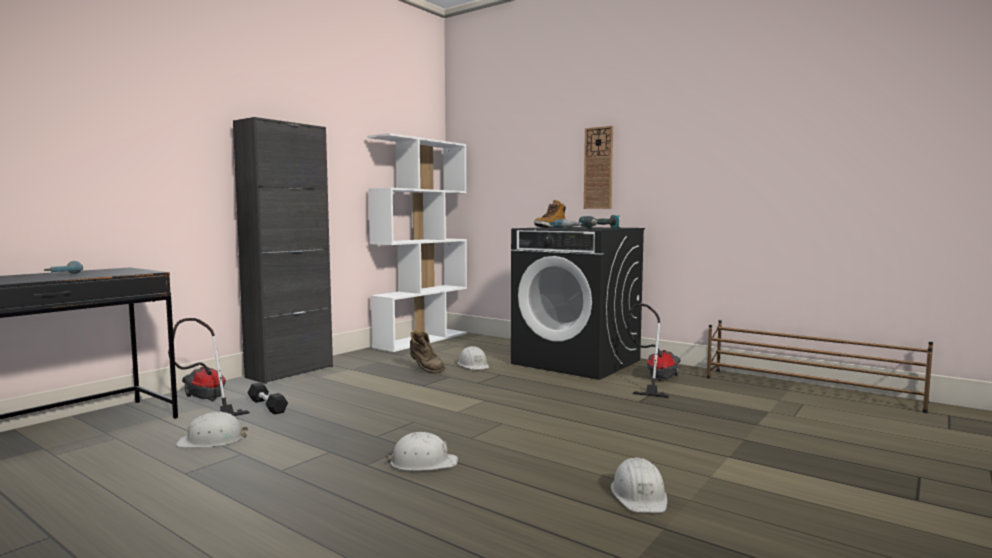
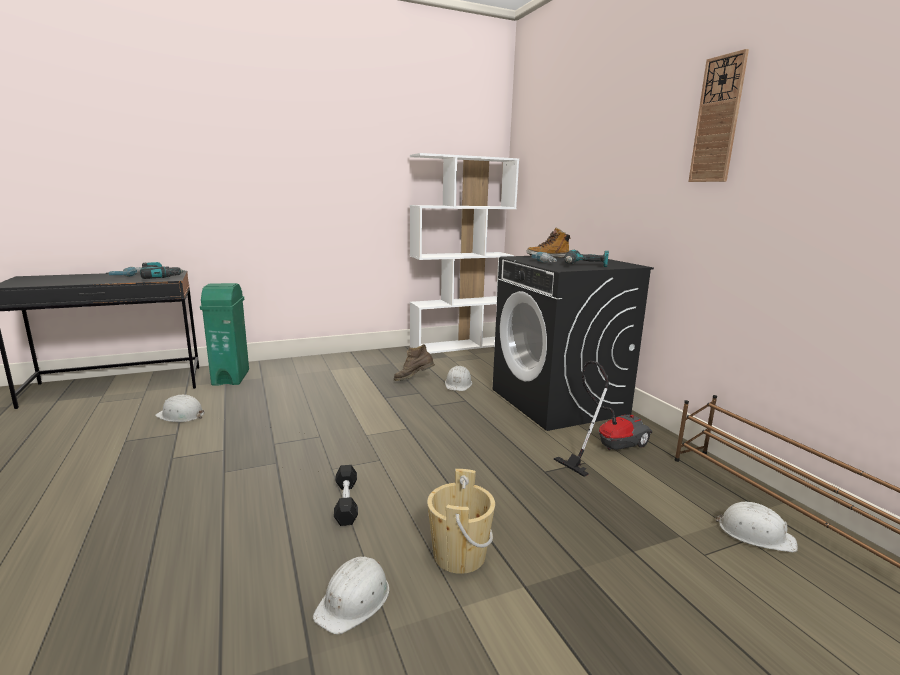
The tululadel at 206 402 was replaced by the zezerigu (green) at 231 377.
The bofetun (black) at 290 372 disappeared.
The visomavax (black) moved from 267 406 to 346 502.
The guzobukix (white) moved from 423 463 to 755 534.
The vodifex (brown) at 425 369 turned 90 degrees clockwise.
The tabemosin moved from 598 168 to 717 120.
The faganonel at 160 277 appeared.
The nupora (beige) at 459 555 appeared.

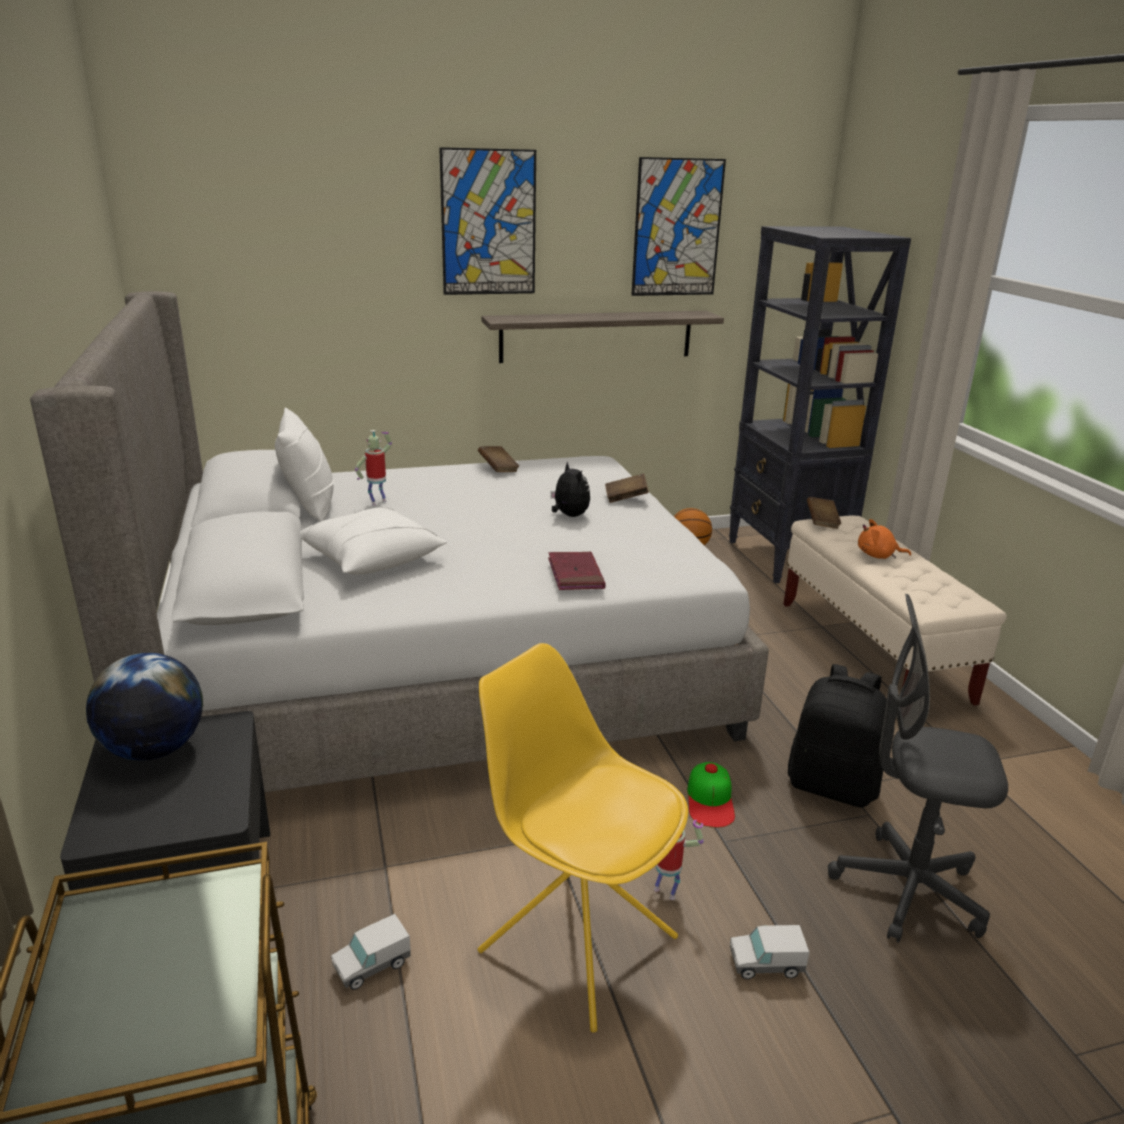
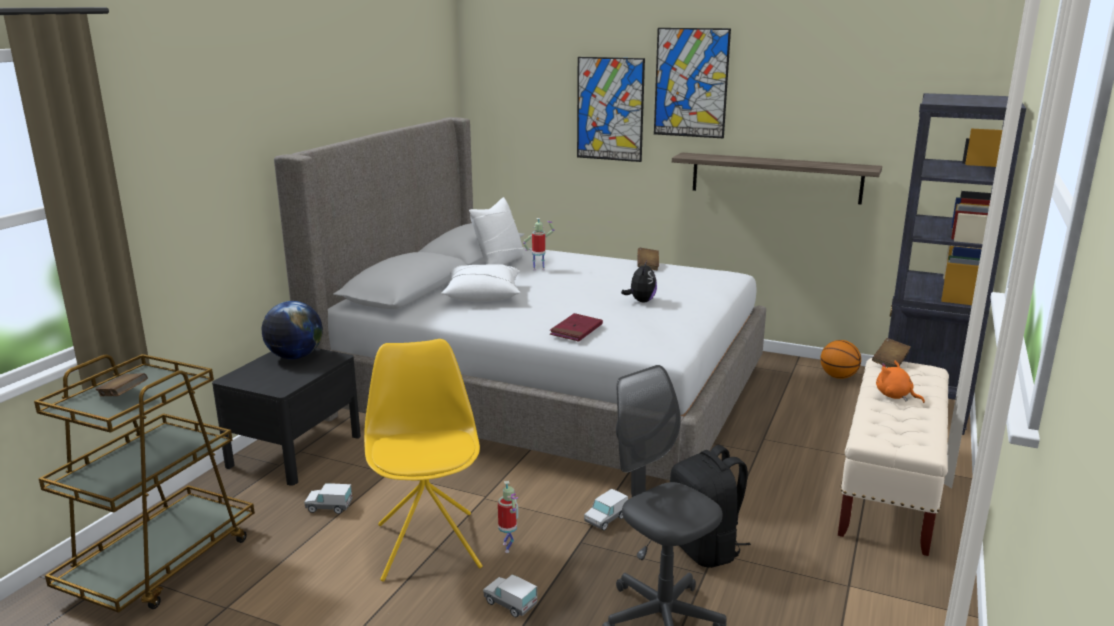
The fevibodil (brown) moved from 626 498 to 123 396.
The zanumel moved from 677 228 to 610 109.
The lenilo at 710 800 was replaced by the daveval at 606 519.

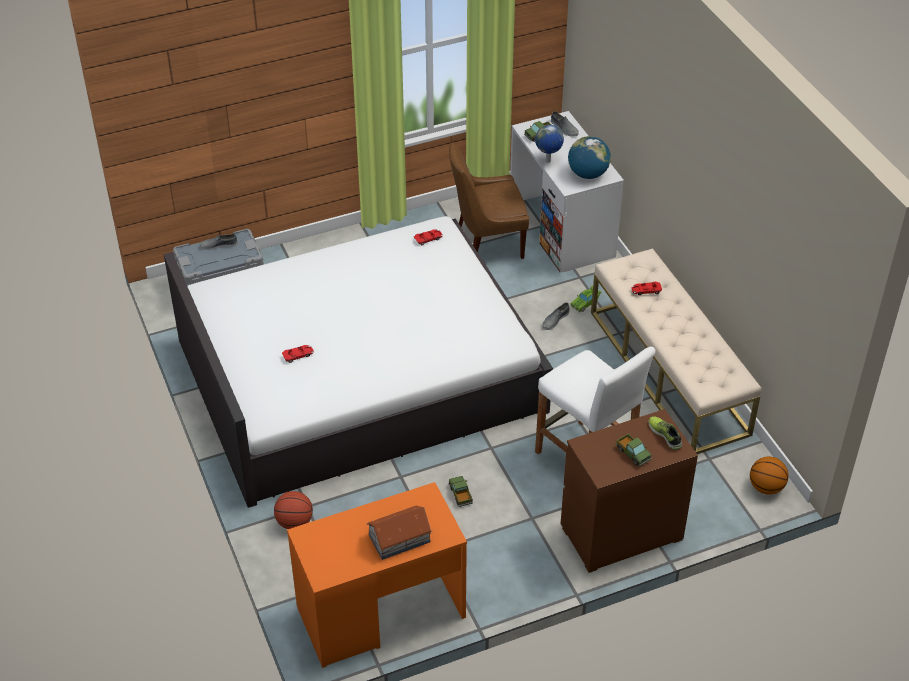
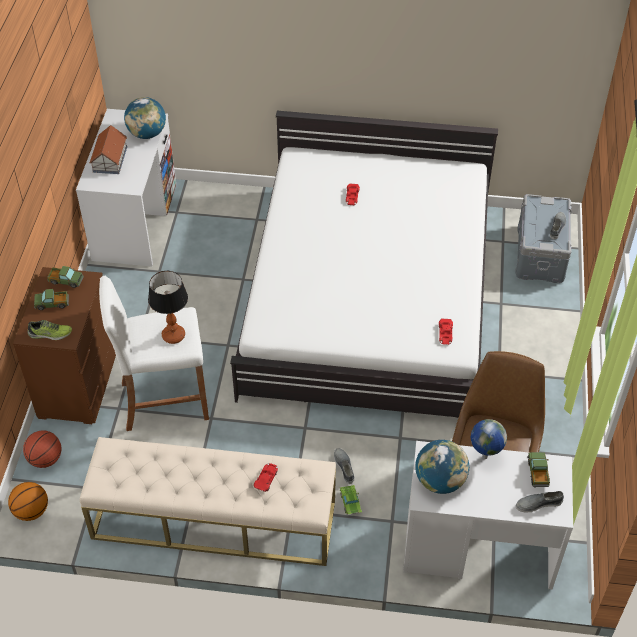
The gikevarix moved from 294 522 to 45 459.
The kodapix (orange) at 381 612 became the kodapix (white) at 135 221.
The daveval moved from 460 495 to 66 281.
The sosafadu at 147 134 appeared.
The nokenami at 173 336 appeared.

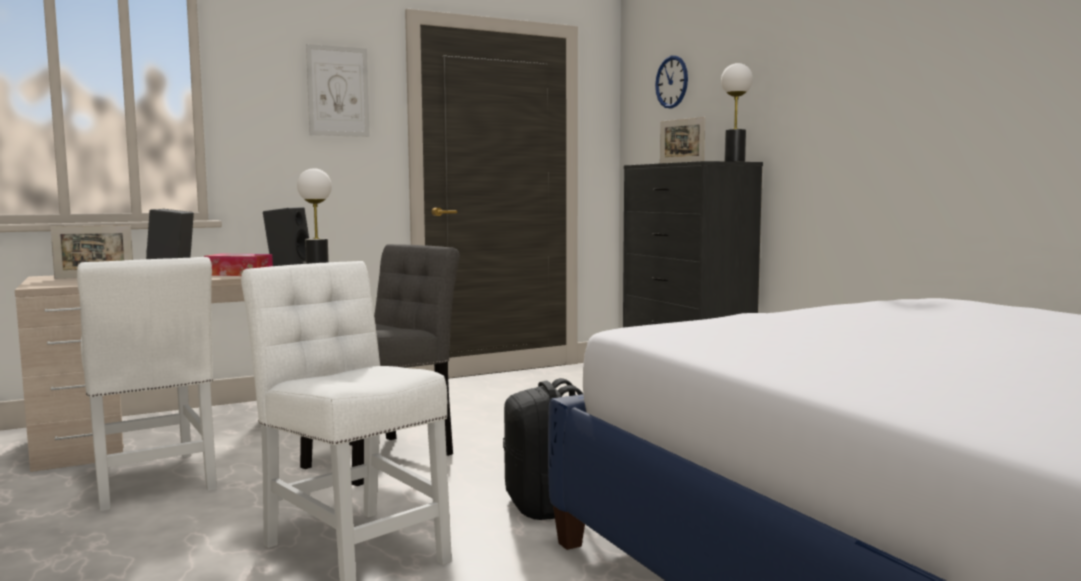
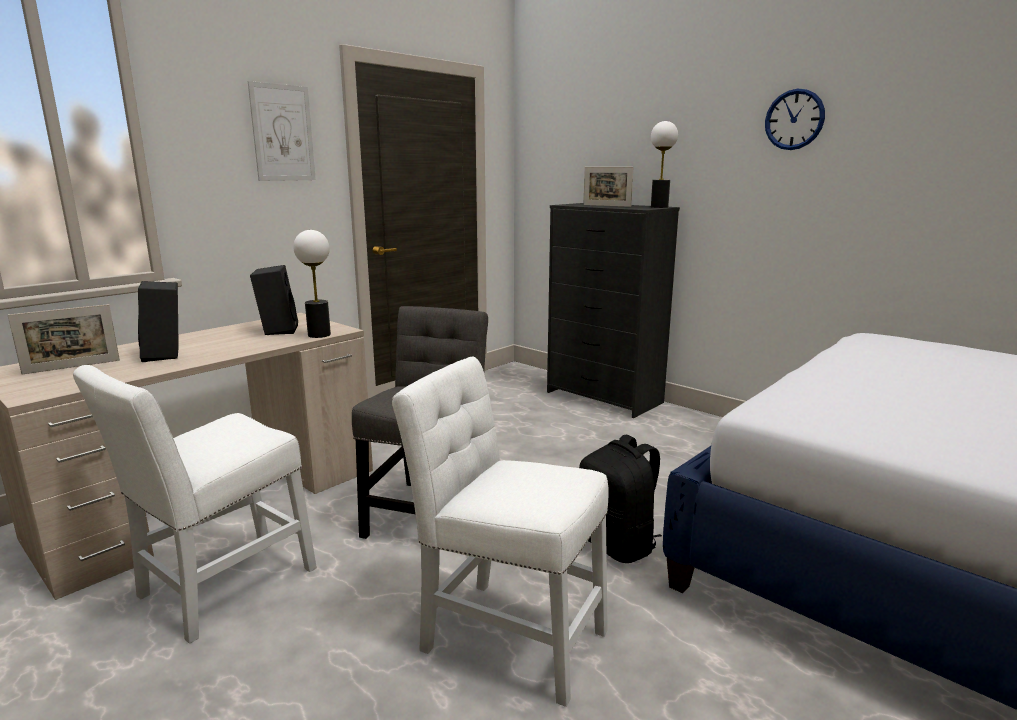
The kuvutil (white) at 153 482 turned 90 degrees clockwise.
The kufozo at 239 274 disappeared.
The tabemosin moved from 672 82 to 794 119.

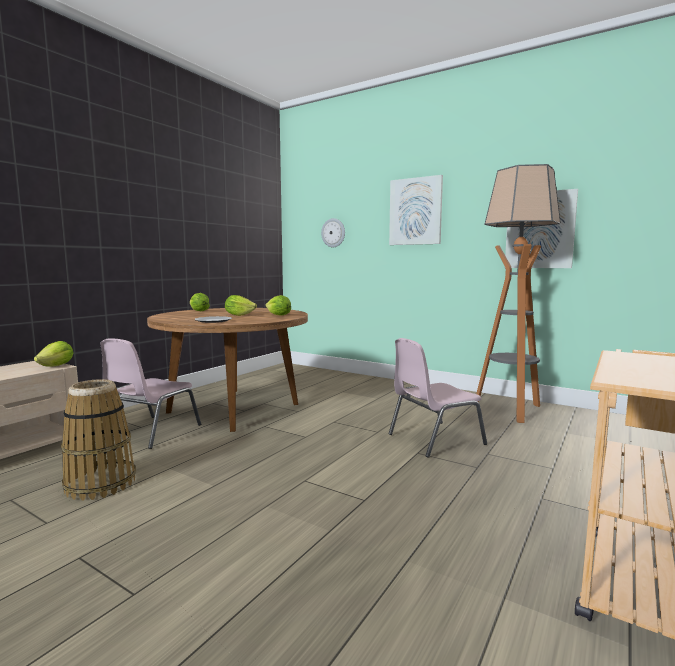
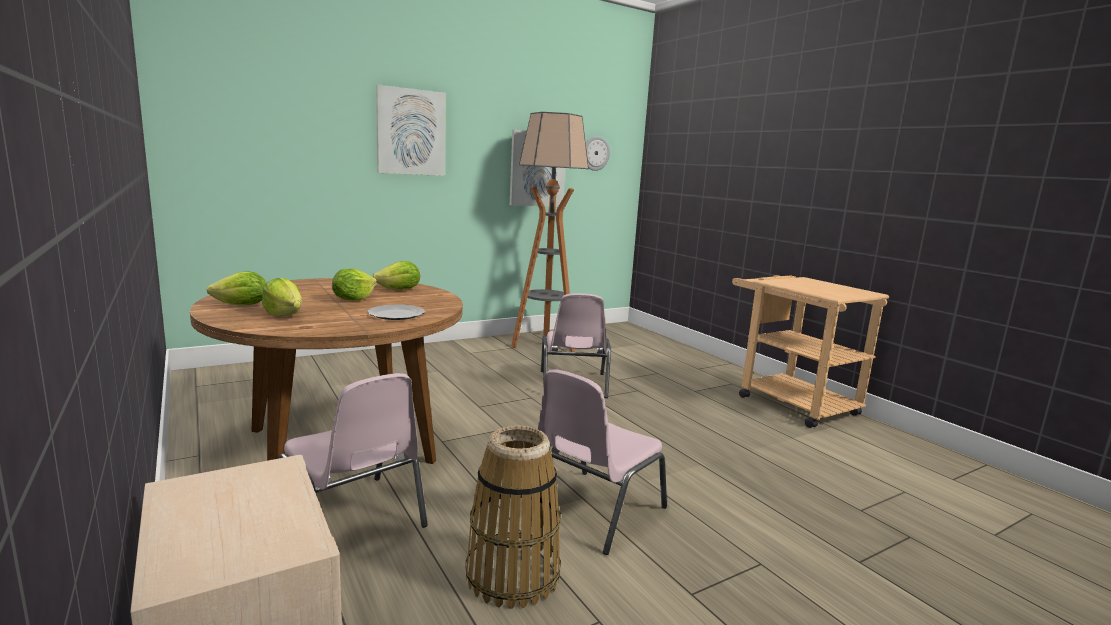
The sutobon moved from 57 366 to 284 315.
The tabemosin moved from 333 233 to 595 153.
The kuvutil (pink) at 593 511 appeared.

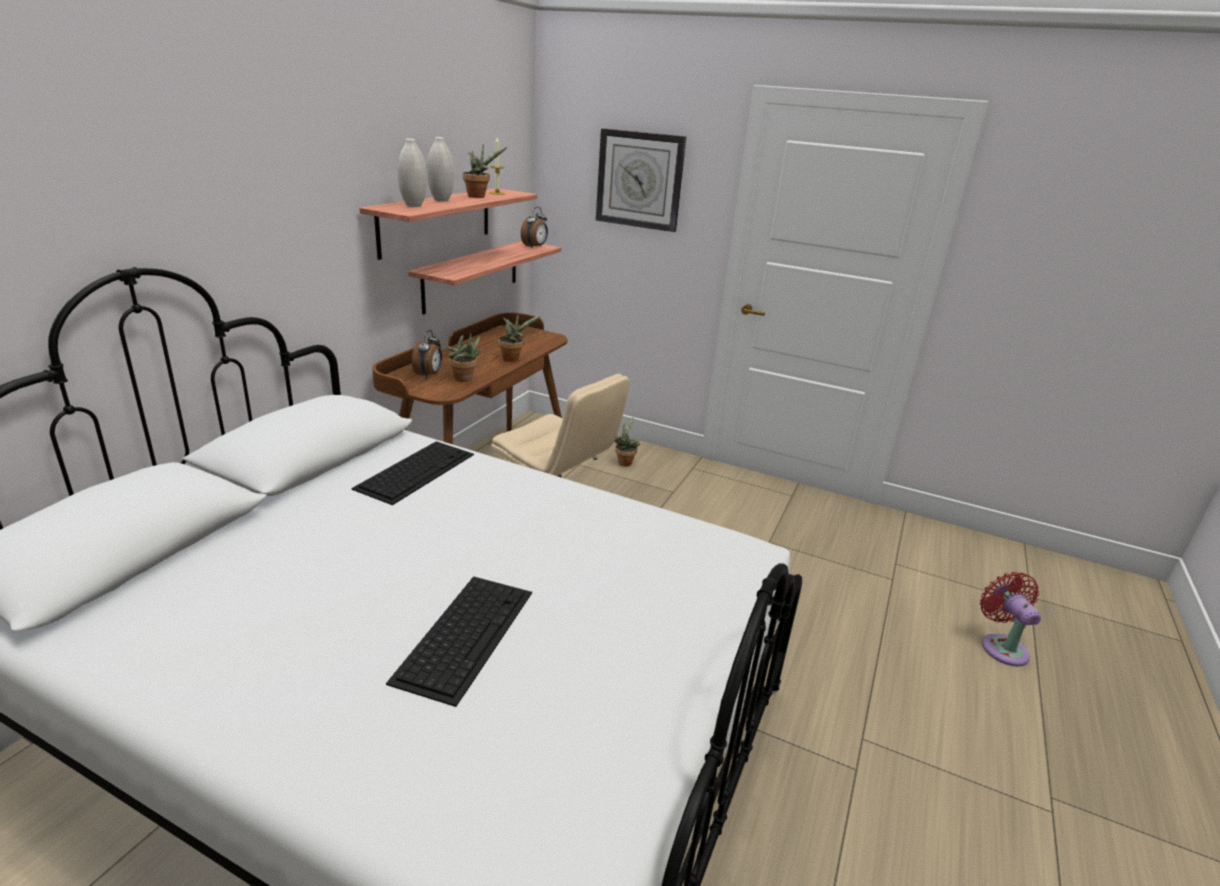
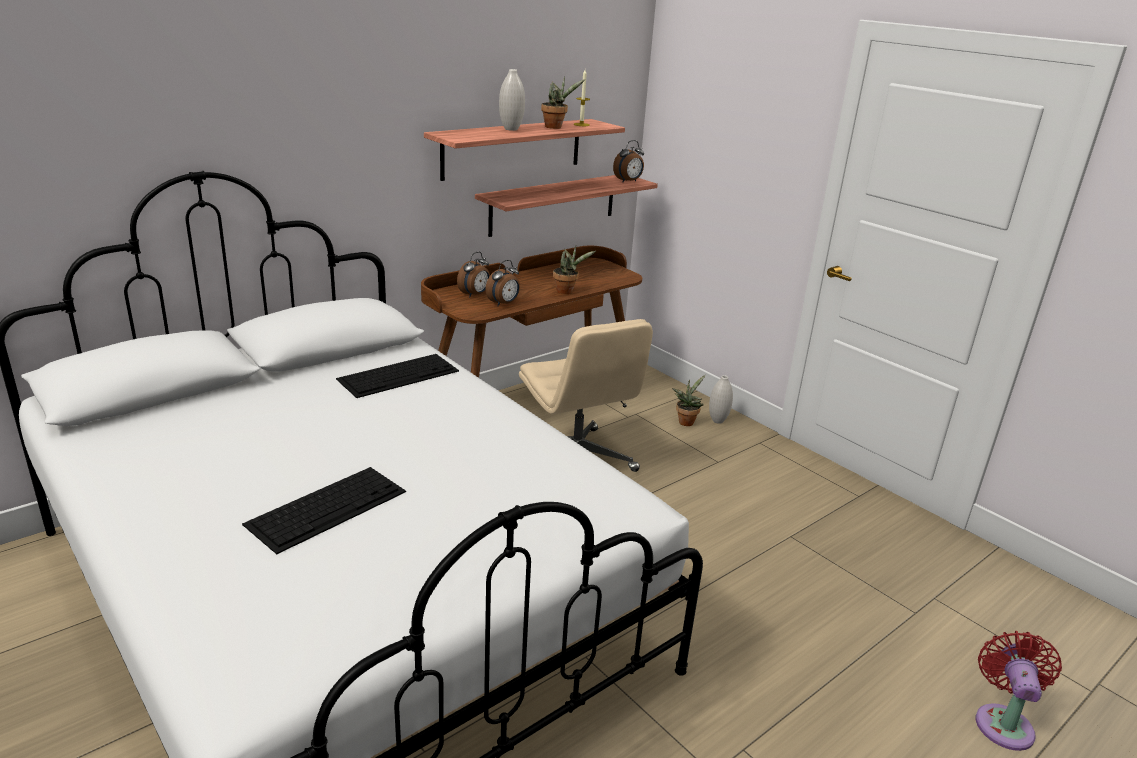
The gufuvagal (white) moved from 413 206 to 717 421.
The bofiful at 465 379 was replaced by the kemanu at 504 304.
The tabemosin at 639 180 disappeared.

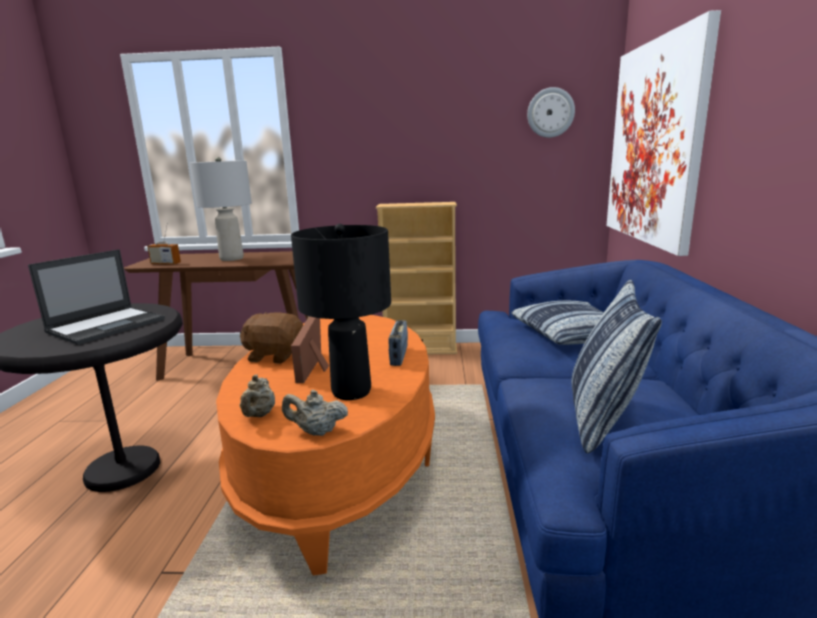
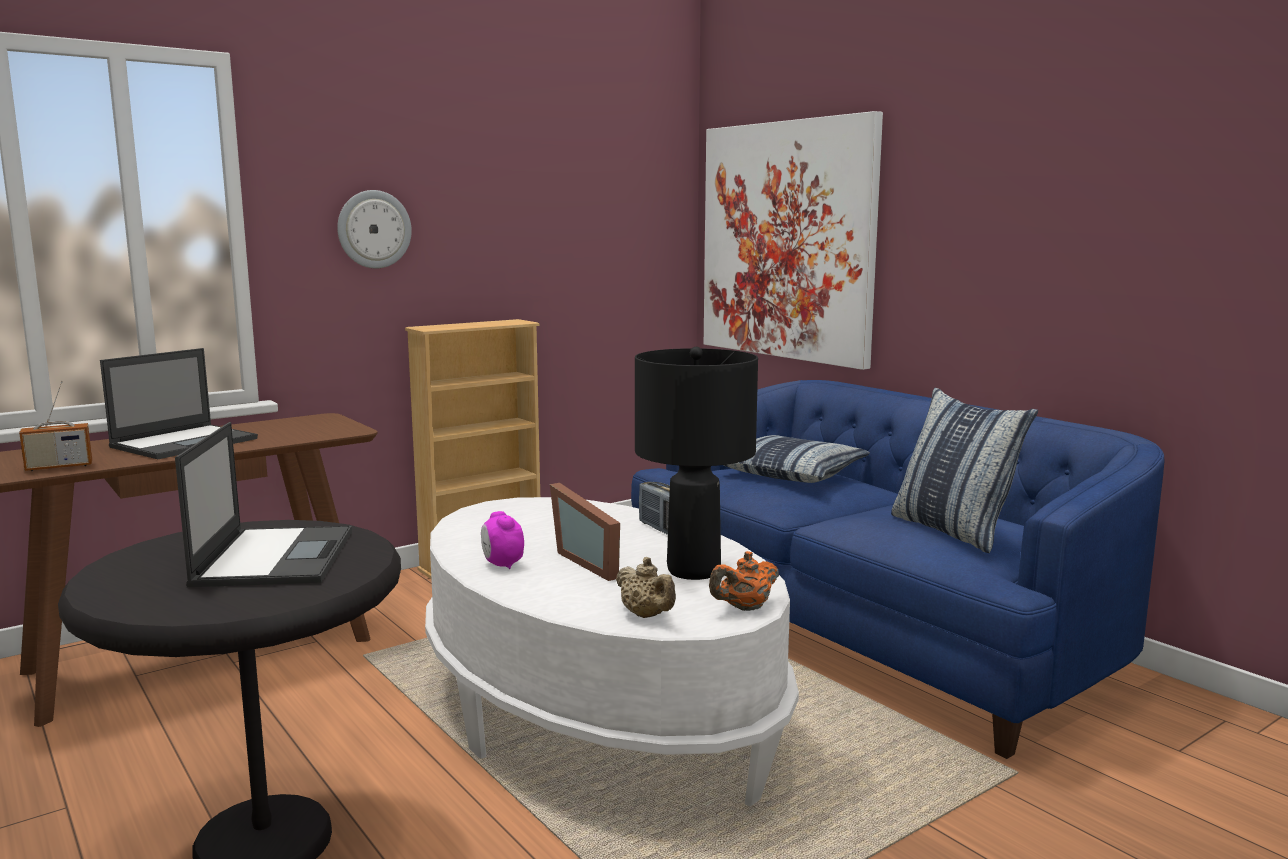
The nokenami (grey) at 232 258 was replaced by the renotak at 186 442.
The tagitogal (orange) at 339 463 became the tagitogal (white) at 596 712.
The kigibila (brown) at 275 355 was replaced by the kemanu at 502 564.
The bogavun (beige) at 316 432 became the bogavun (orange) at 744 608.
The tabemosin moved from 550 112 to 374 229.

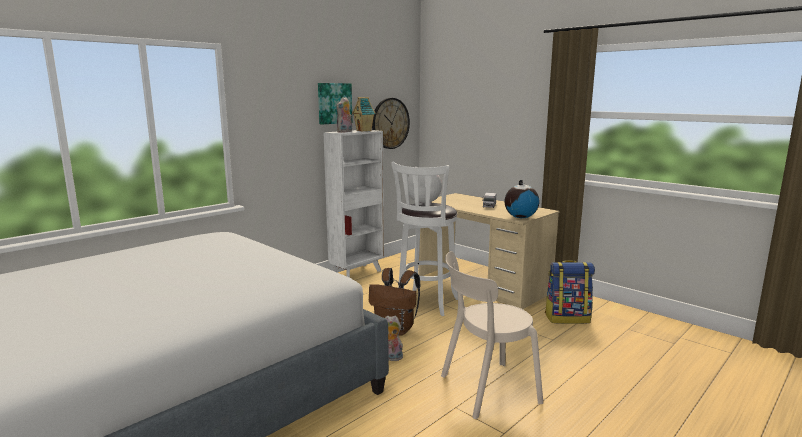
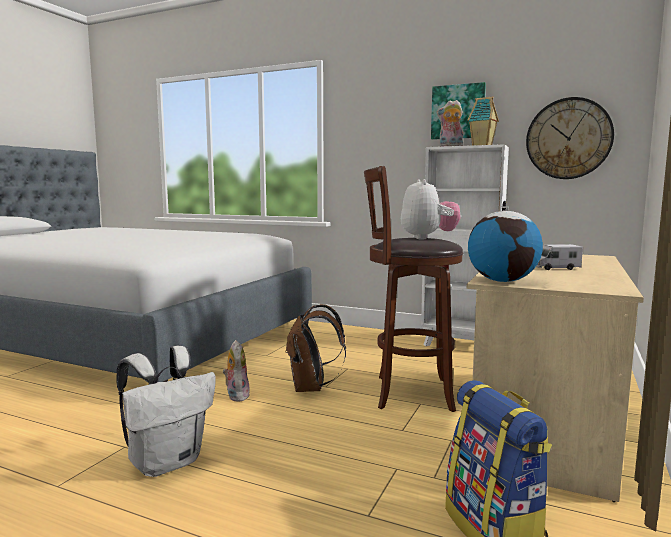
The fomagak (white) at 426 304 became the fomagak (brown) at 408 393.
The kuvutil (beige) at 485 390 was replaced by the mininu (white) at 167 462.

